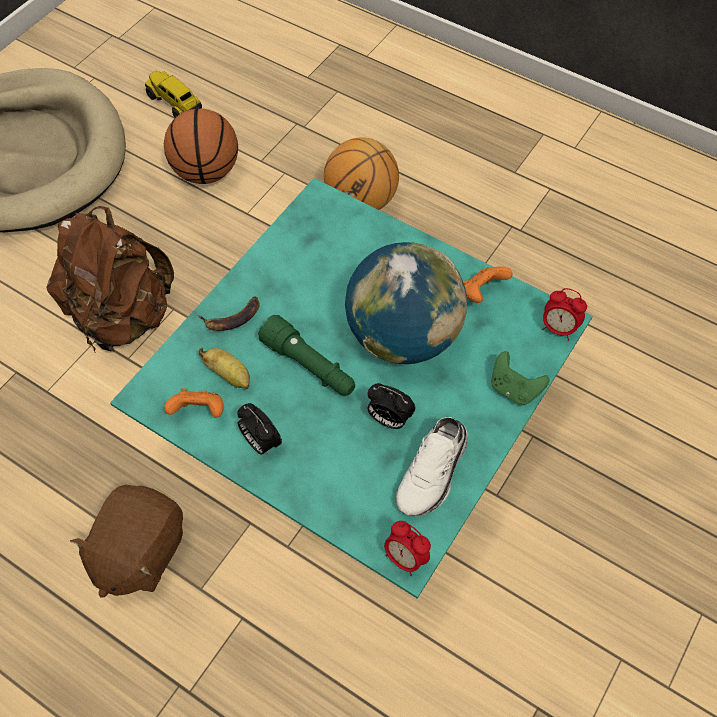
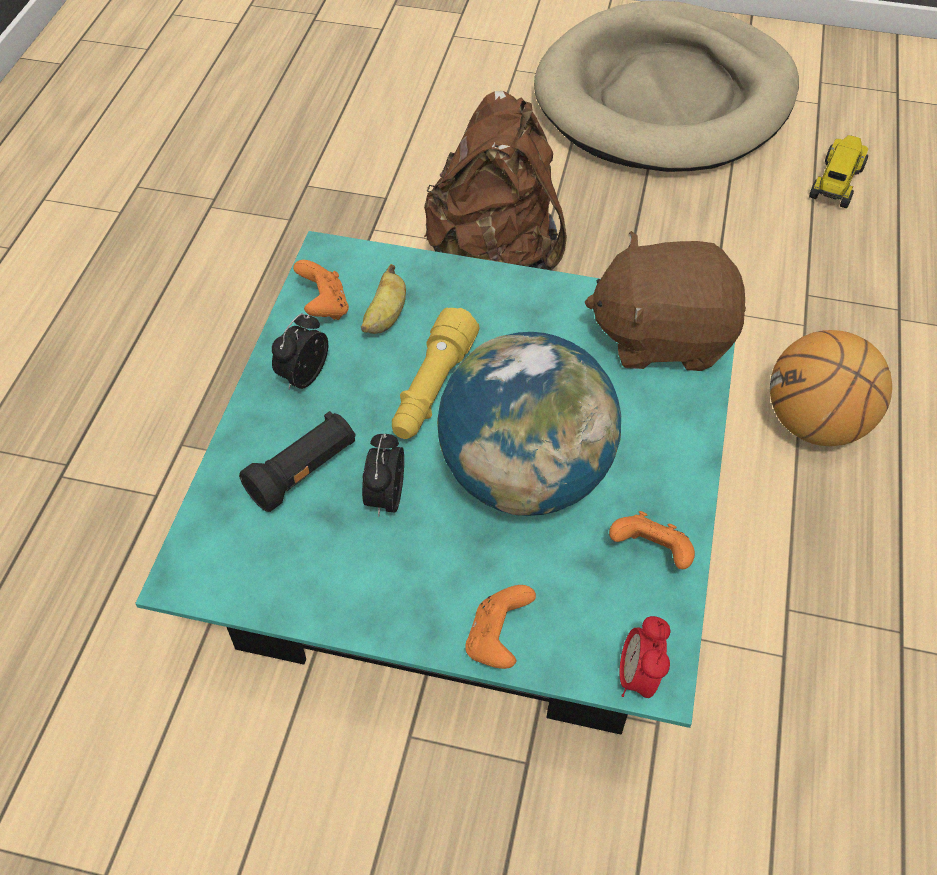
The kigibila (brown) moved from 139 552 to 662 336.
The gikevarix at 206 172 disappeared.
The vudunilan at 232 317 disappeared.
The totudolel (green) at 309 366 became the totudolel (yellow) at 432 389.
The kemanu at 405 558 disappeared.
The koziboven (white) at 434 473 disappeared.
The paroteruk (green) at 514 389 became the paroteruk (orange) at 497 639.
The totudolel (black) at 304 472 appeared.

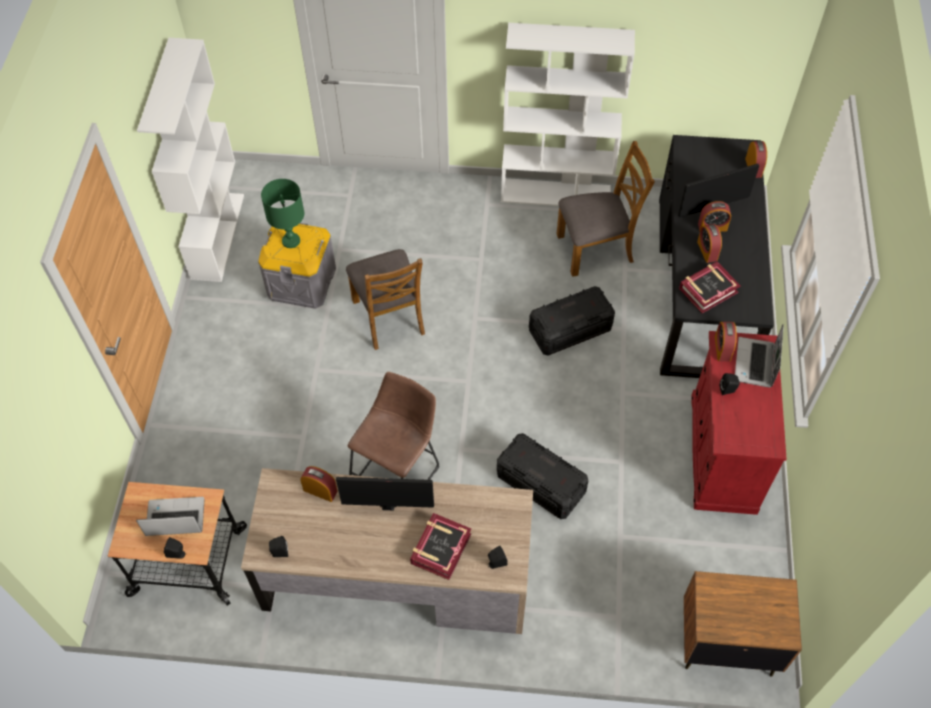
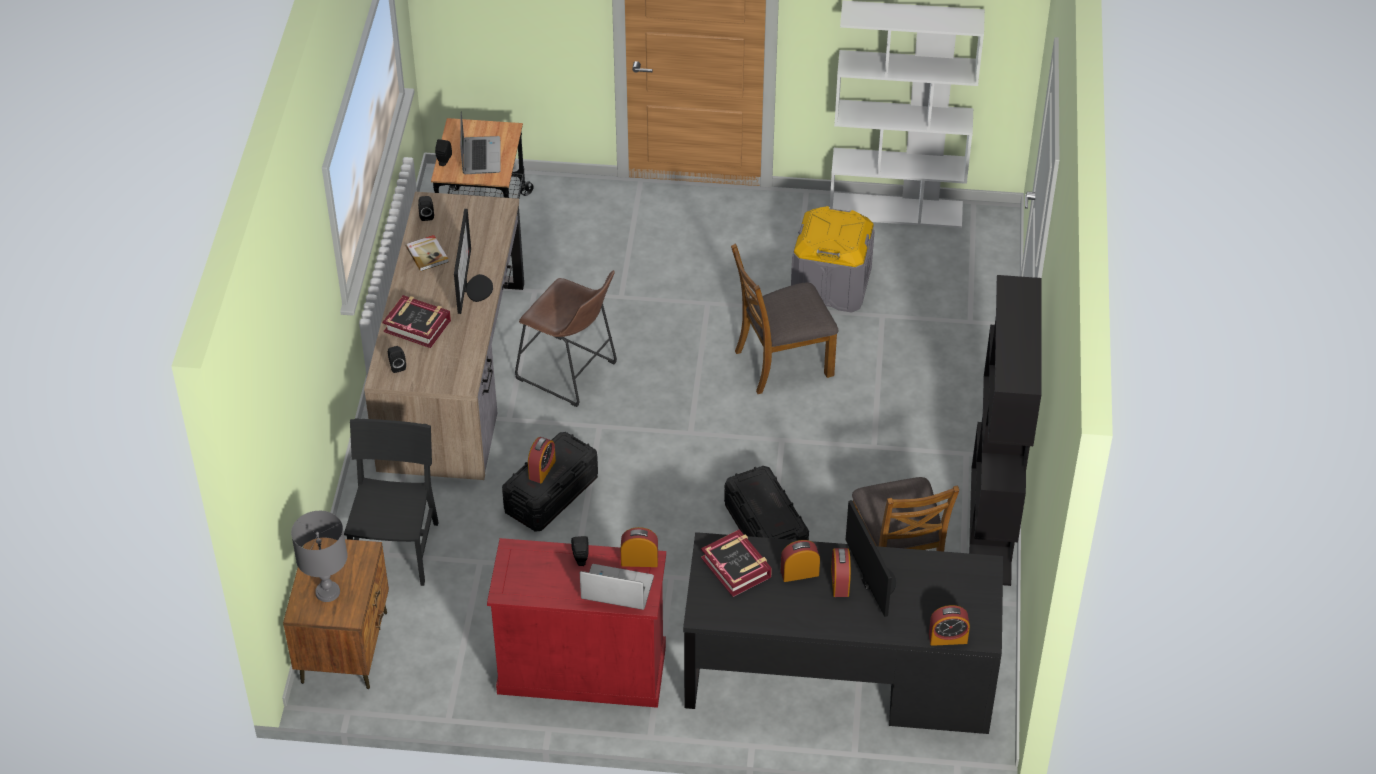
The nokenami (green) at 291 241 disappeared.
The kemanu moved from 320 490 to 542 469.
The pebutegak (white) at 556 193 became the pebutegak (black) at 991 526.
The nokenami (grey) at 328 591 appeared.
The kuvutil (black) at 397 550 appeared.
The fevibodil at 427 254 appeared.

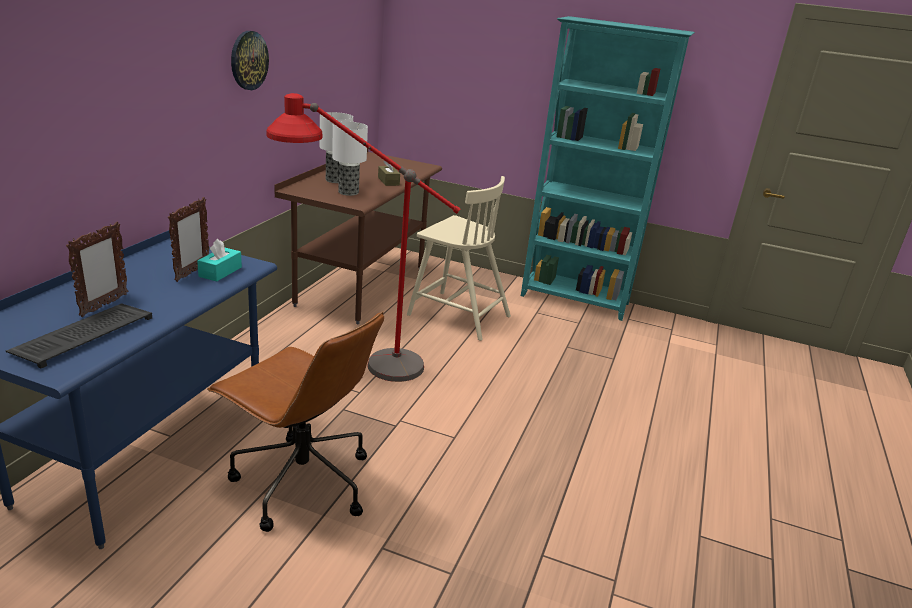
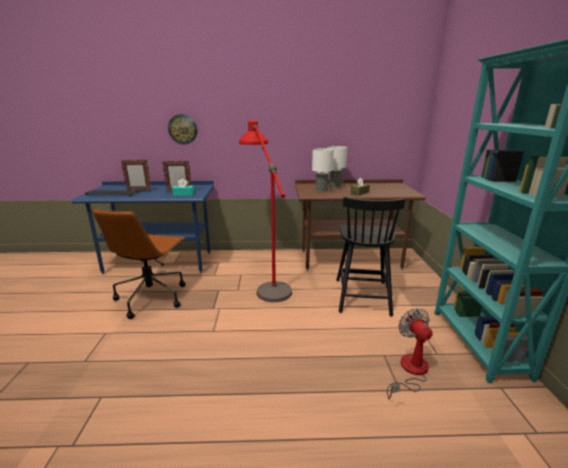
The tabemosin moved from 248 60 to 182 129.
The kuvutil (beige) at 457 315 became the kuvutil (black) at 362 295.
The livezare at 410 371 appeared.

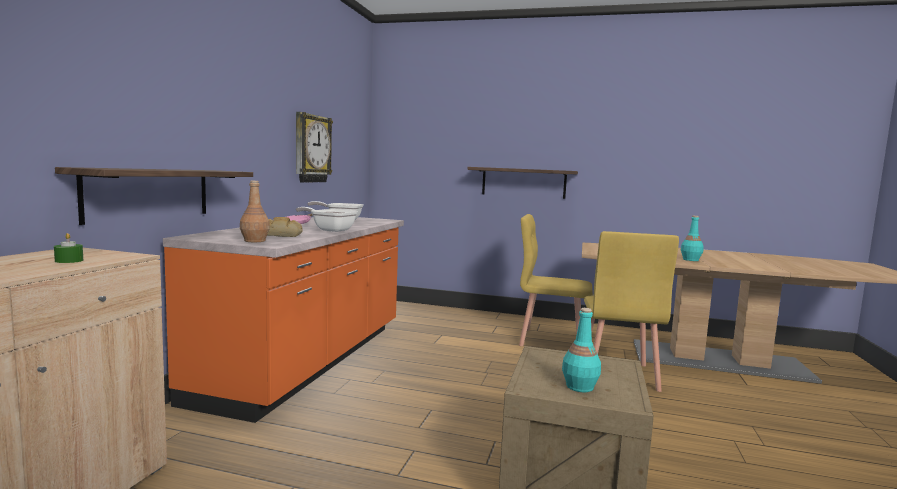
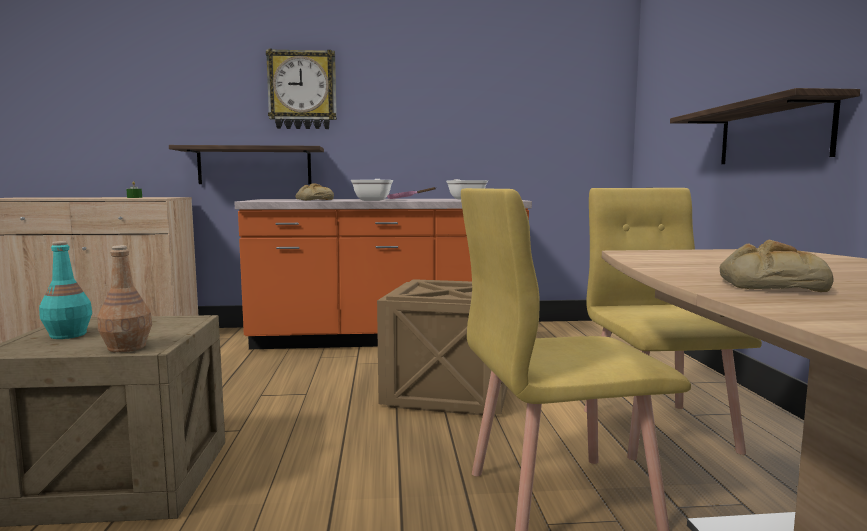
The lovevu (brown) moved from 254 241 to 127 347.
The tabemosin moved from 311 149 to 302 90.
The lovevu (turquoise) at 690 260 was replaced by the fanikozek at 769 284.
The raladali at 447 392 appeared.

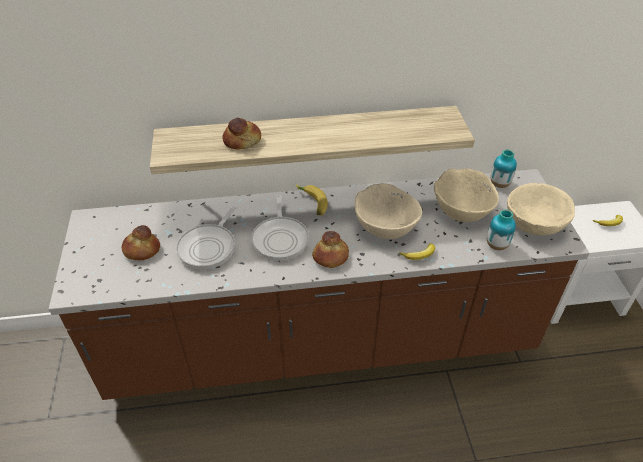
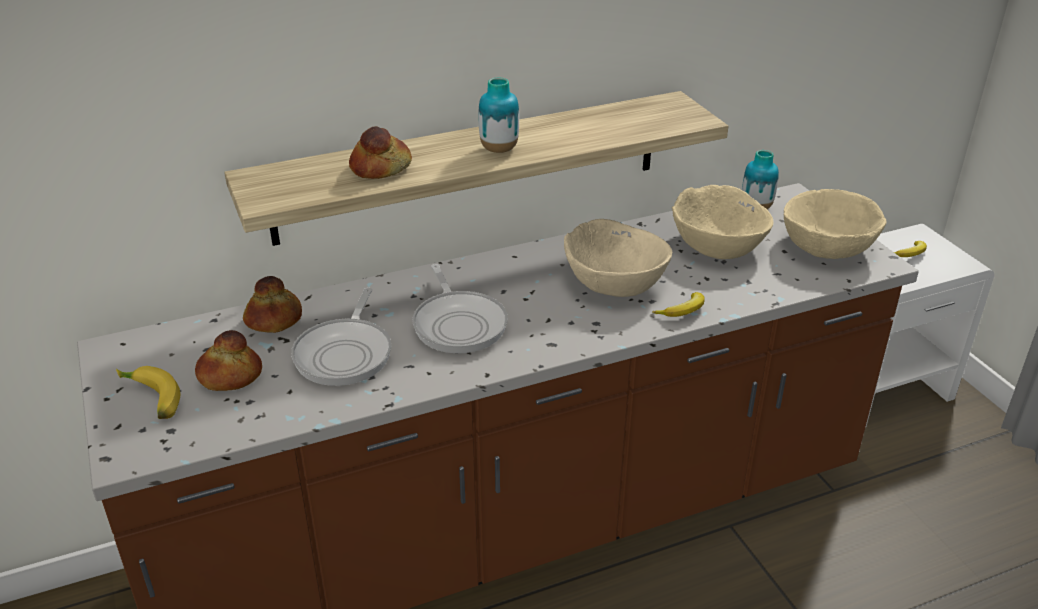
The vudunilan moved from 311 203 to 150 400.
The fanikozek moved from 330 257 to 274 320.
The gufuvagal moved from 496 245 to 499 149.

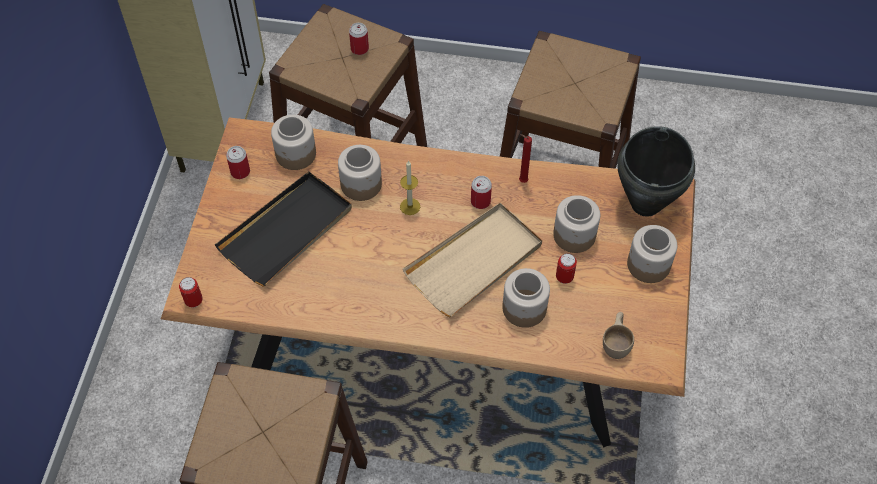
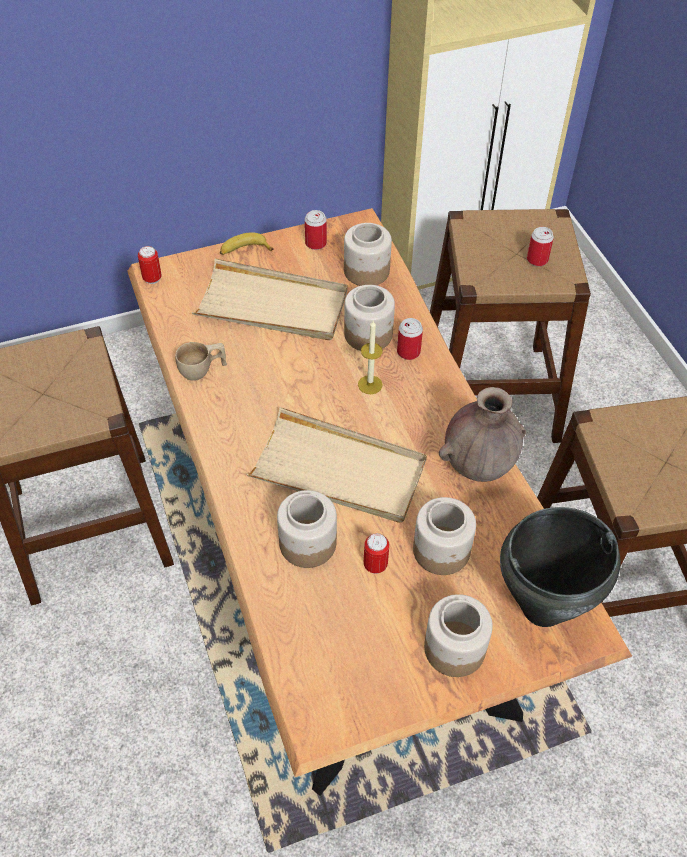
The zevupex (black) at 287 231 became the zevupex (beige) at 272 305.
The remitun moved from 480 201 to 408 352.
The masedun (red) at 521 181 was replaced by the gufuvagal (brown) at 478 467.
The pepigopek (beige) moved from 617 343 to 202 370.
The vudunilan at 244 250 appeared.

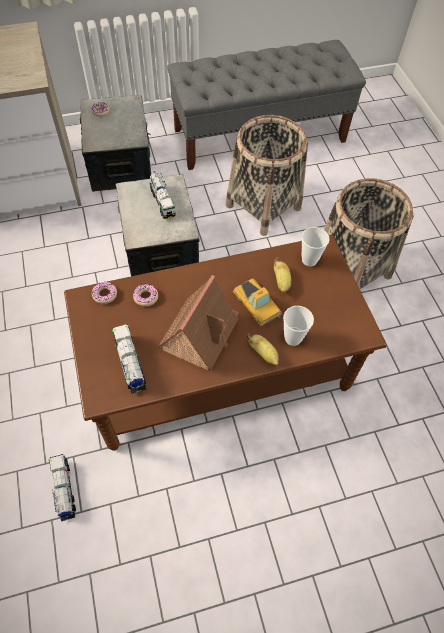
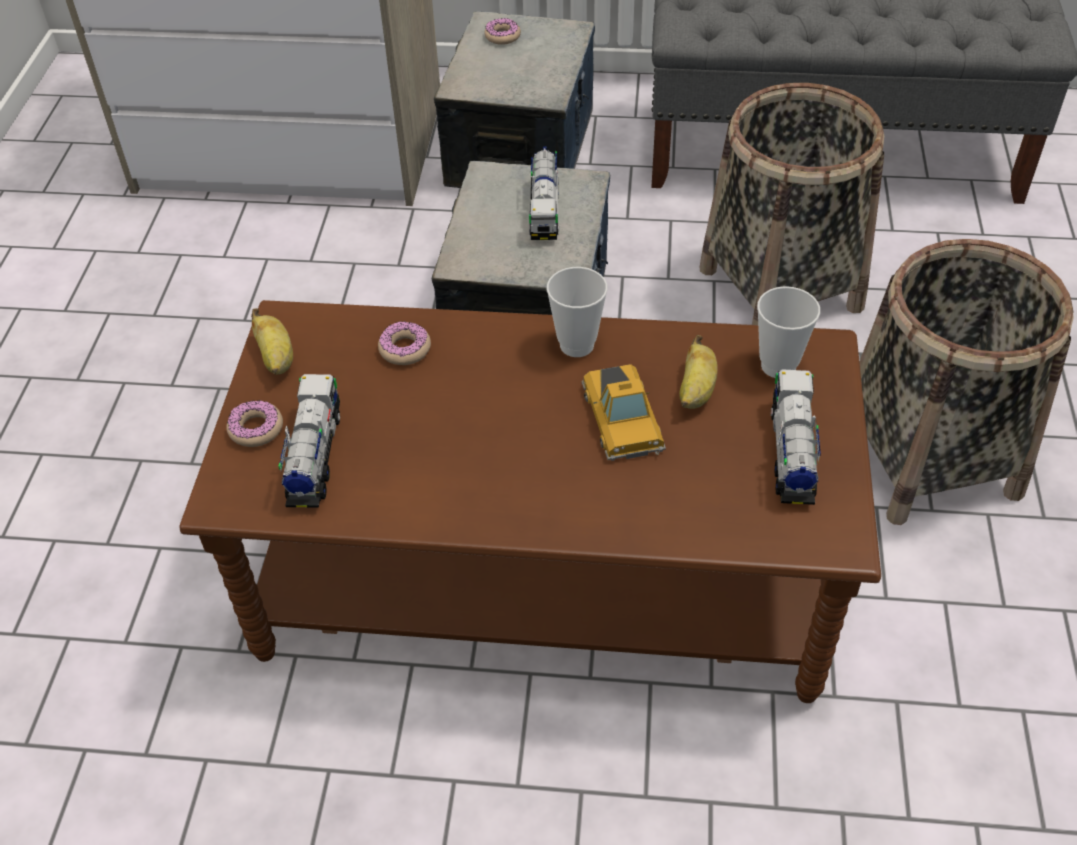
The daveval moved from 64 490 to 792 453.
The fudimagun moved from 105 294 to 256 429.
The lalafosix at 200 333 disappeared.
The vudunilan moved from 263 354 to 276 358.
The pepigopek moved from 293 338 to 577 345.

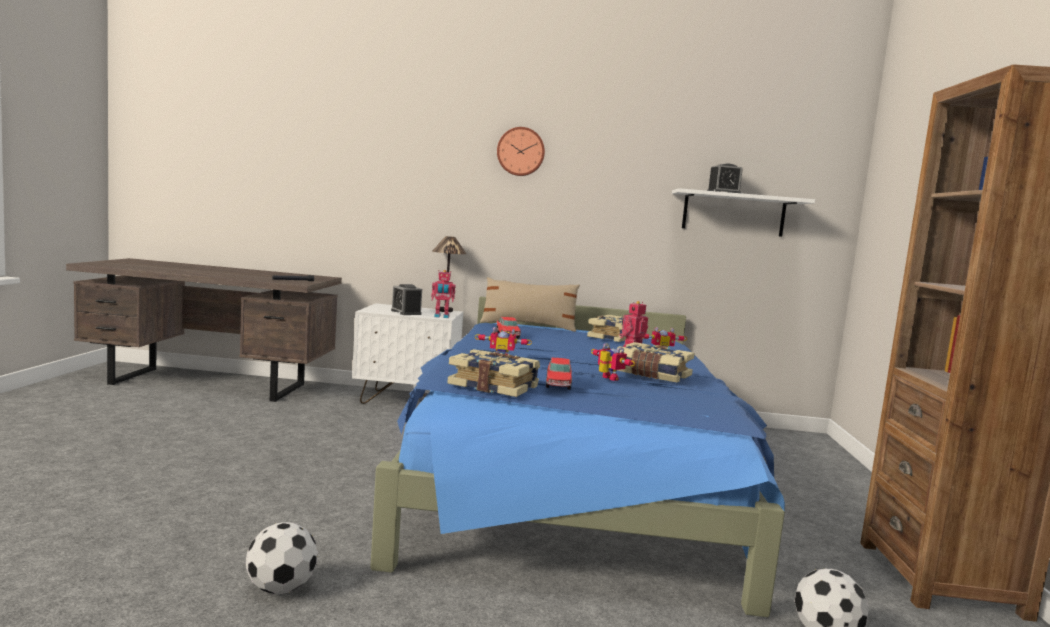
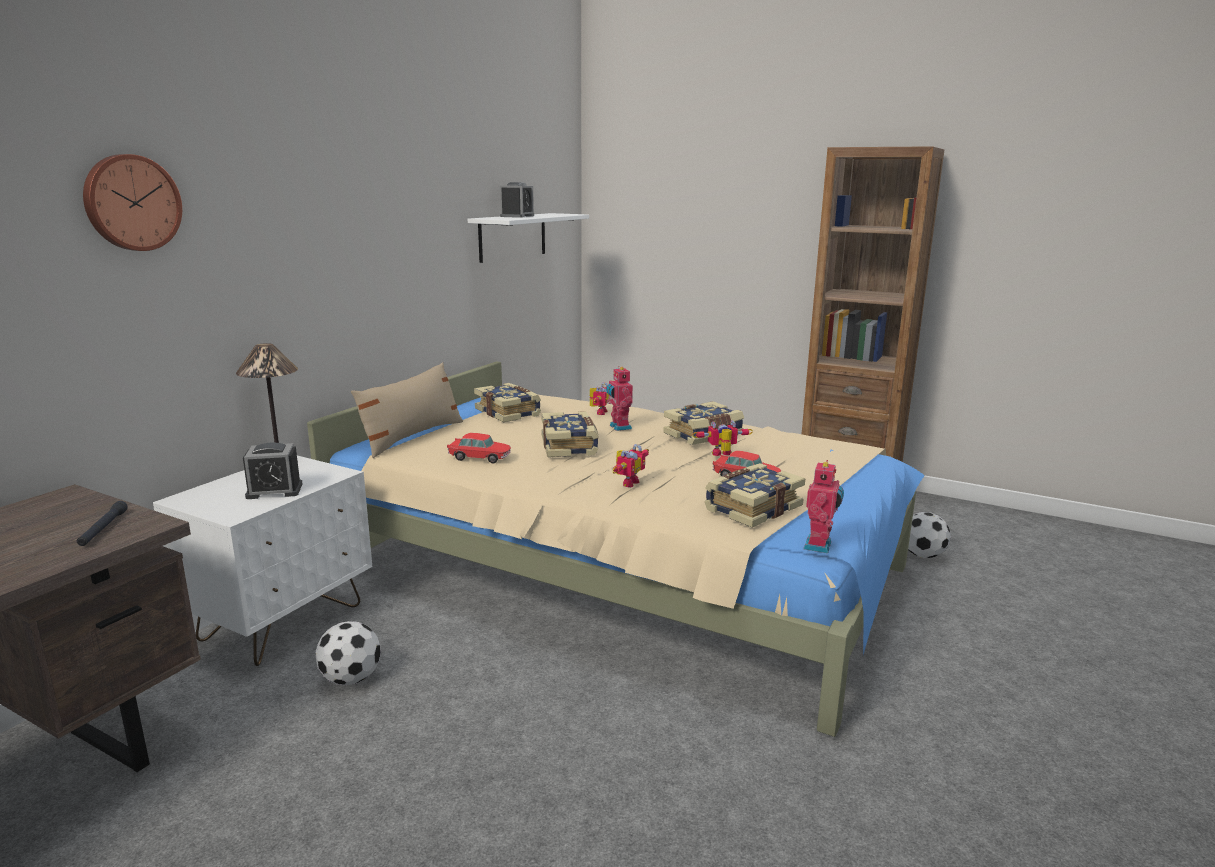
The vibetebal moved from 280 589 to 351 679.
The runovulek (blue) at 570 473 became the runovulek (beige) at 621 569.
The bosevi moved from 441 316 to 820 546.
The tabemosin moved from 521 151 to 131 203.
The fevibodil at 570 446 appeared.

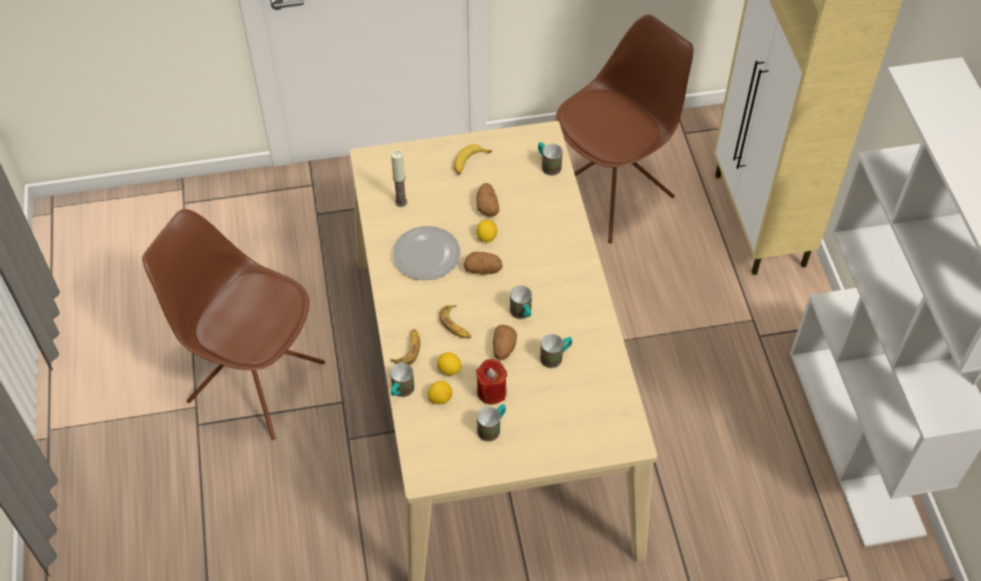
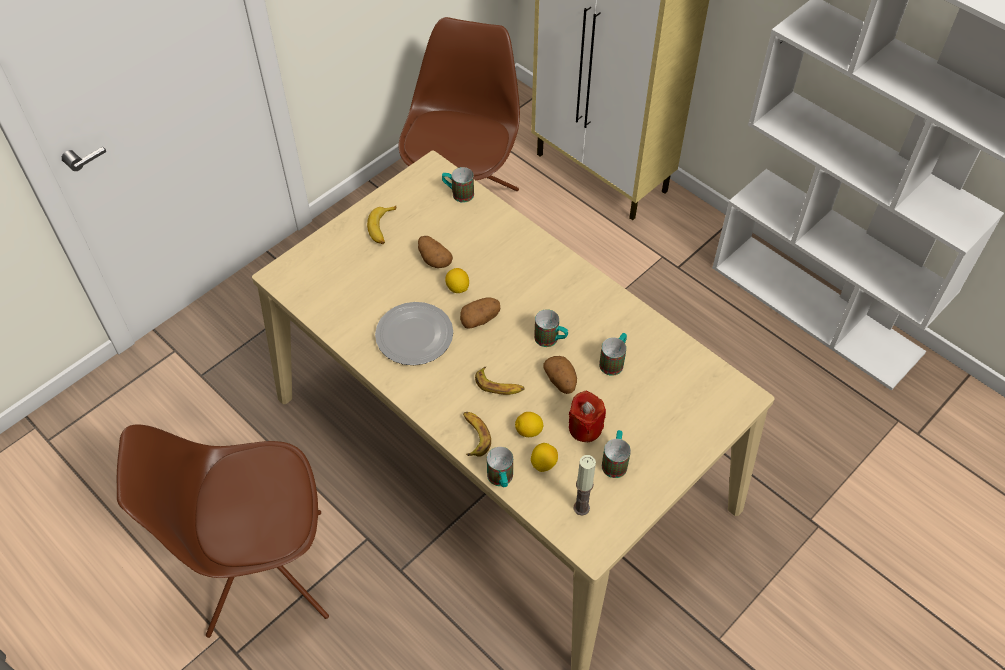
The masedun moved from 401 202 to 581 508.

